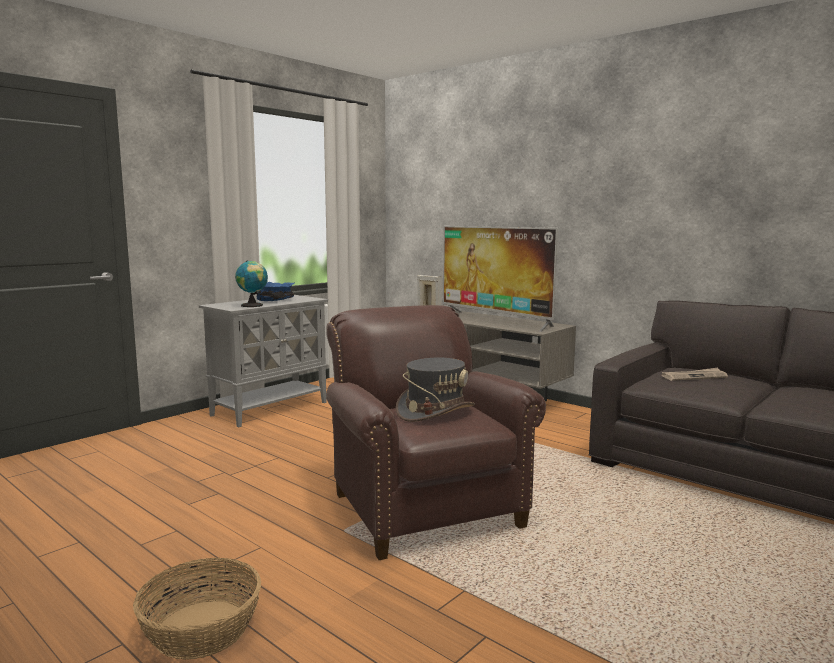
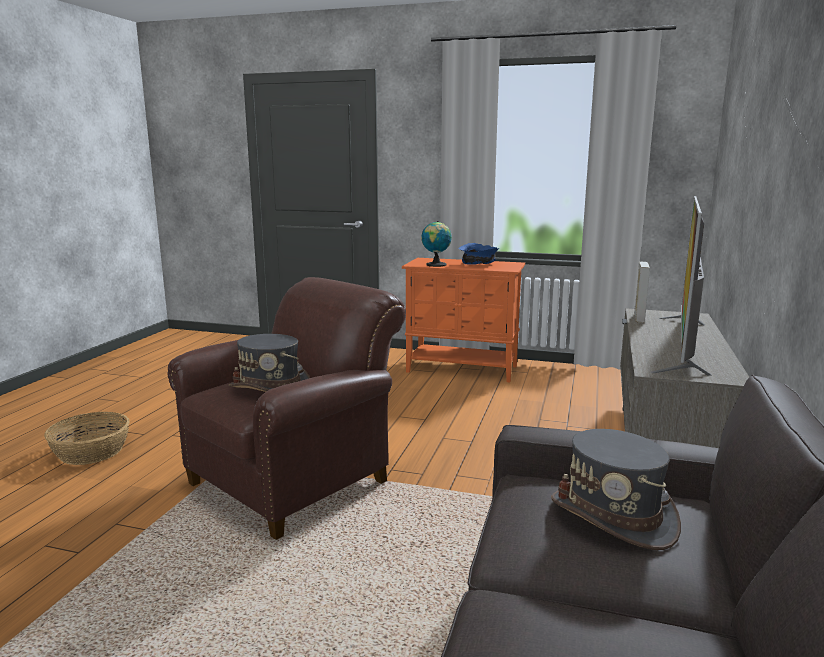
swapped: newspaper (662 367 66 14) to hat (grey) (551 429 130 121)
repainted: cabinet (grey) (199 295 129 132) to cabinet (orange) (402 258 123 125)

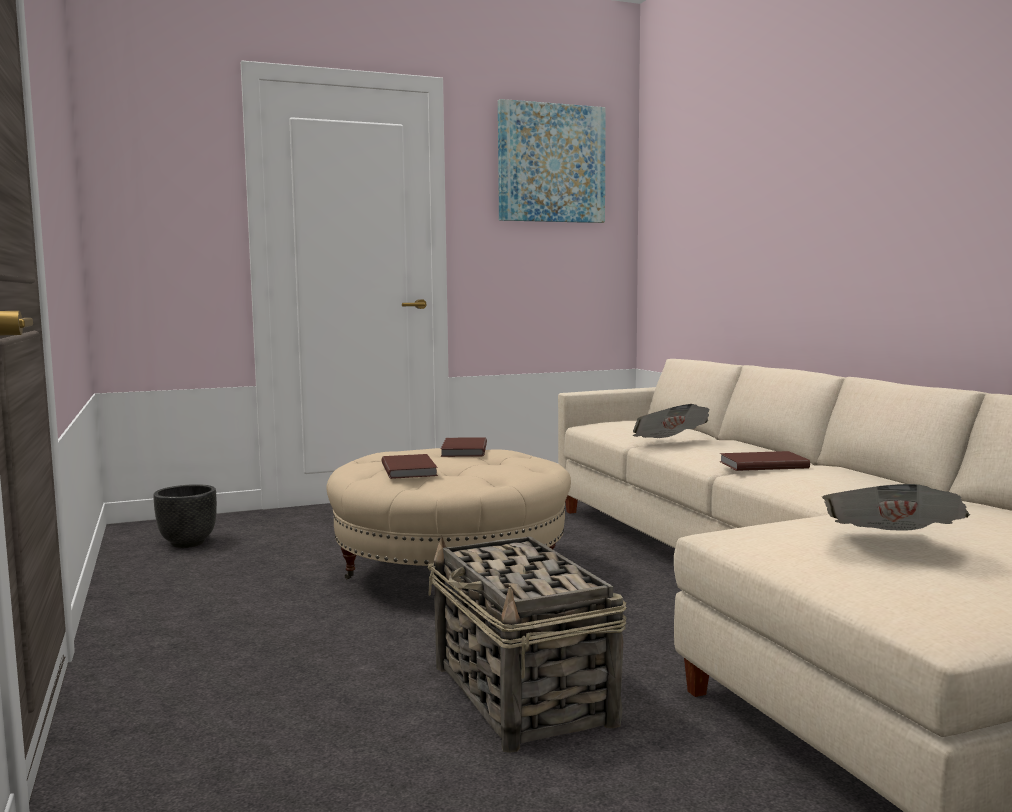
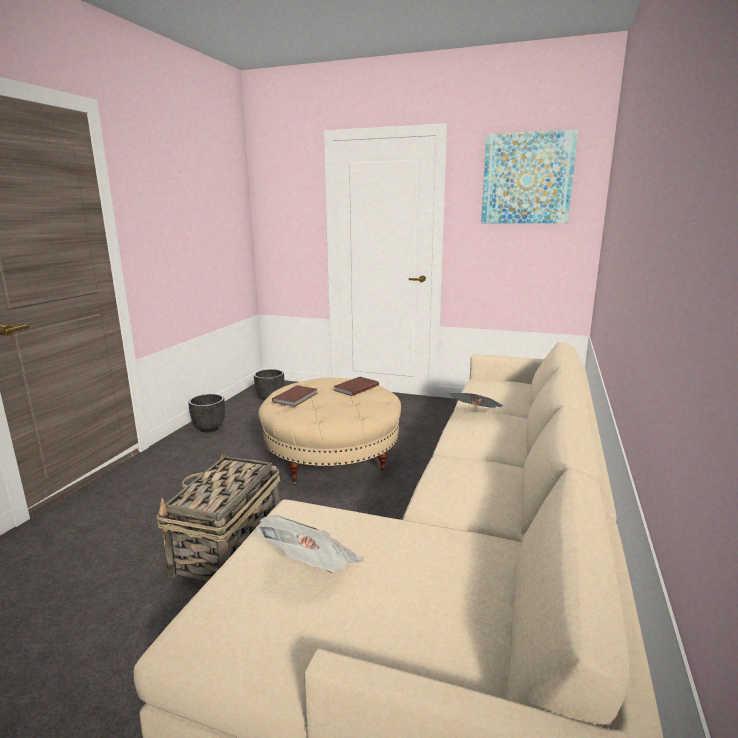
gone: book (brown) (719 451 91 20)
new: planter (black) (188 394 37 38)

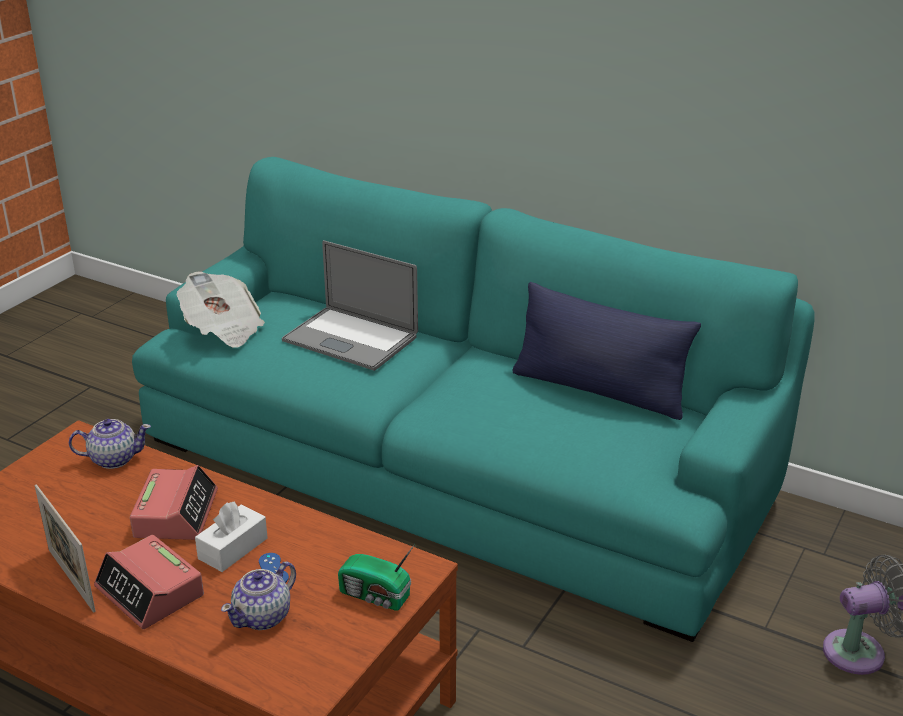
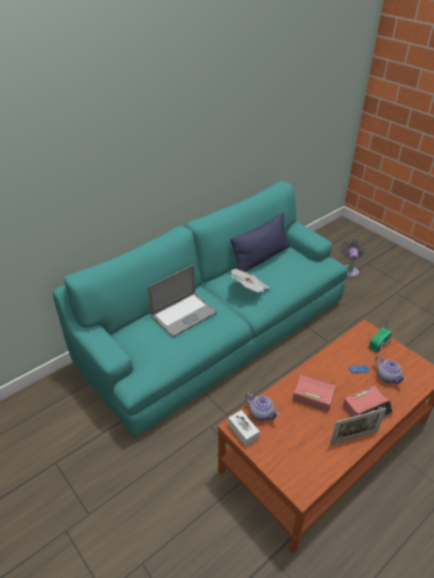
shifted: newspaper (177 271 88 77) to (231 269 39 24); tissue box (white) (195 502 73 70) to (228 410 32 37)
rotated: teapot (69 419 82 50) = (245 393 35 28) 120 degrees clockwise

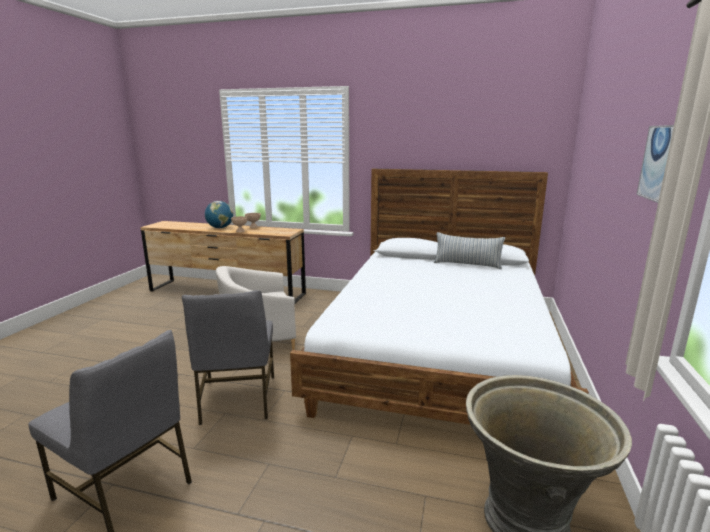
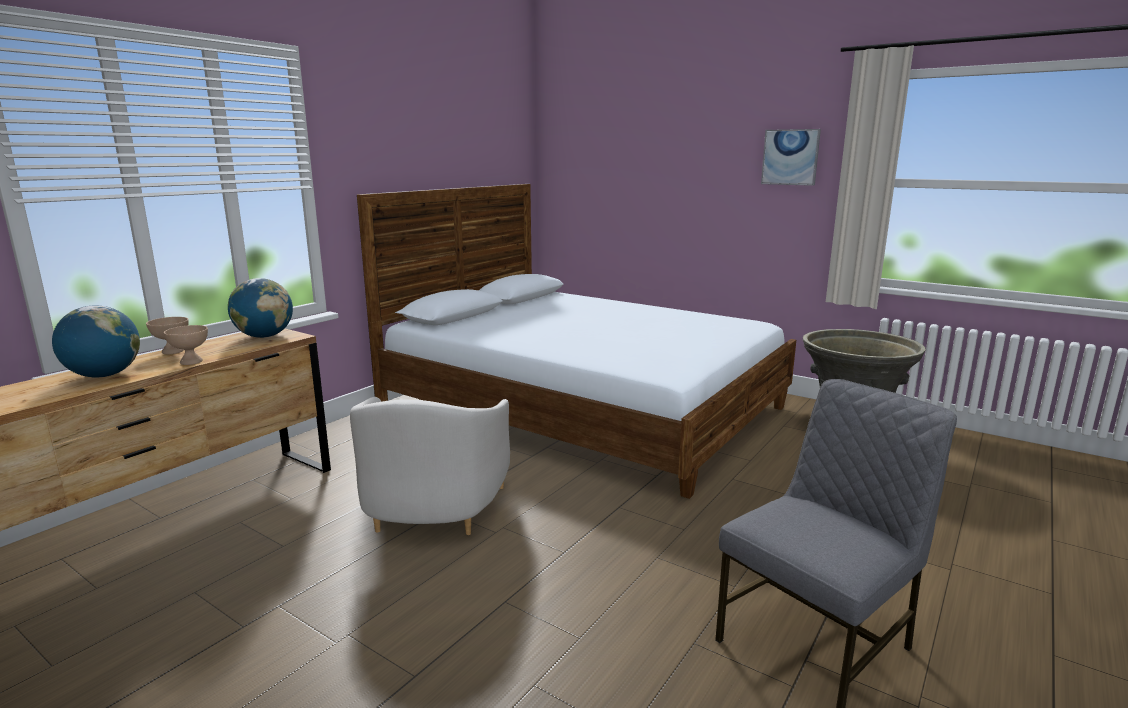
gone: chair (grey) (182 290 92 135); pillow (434 232 71 37)
new: globe (228 278 65 60)

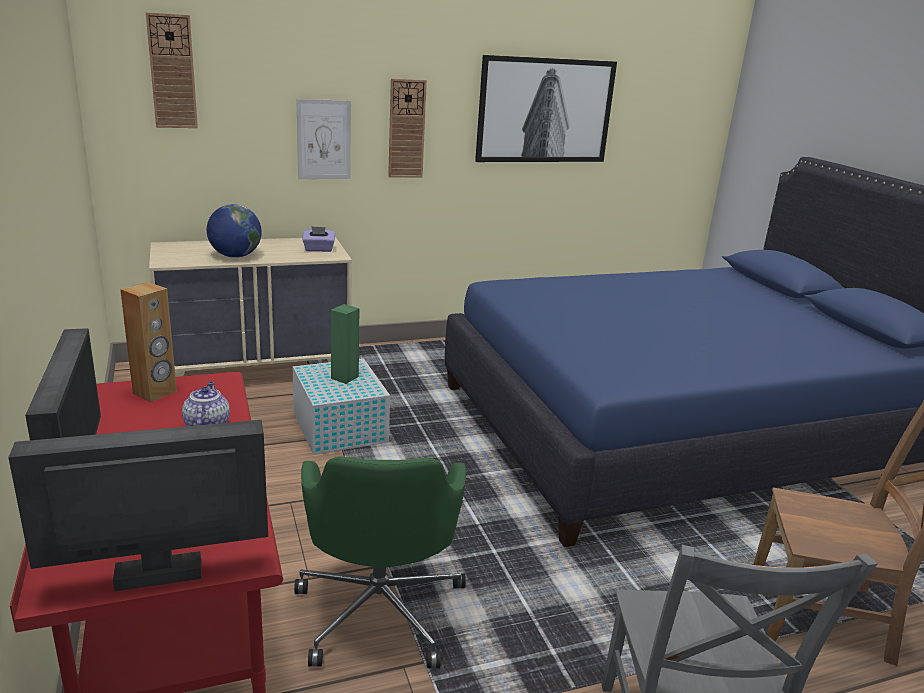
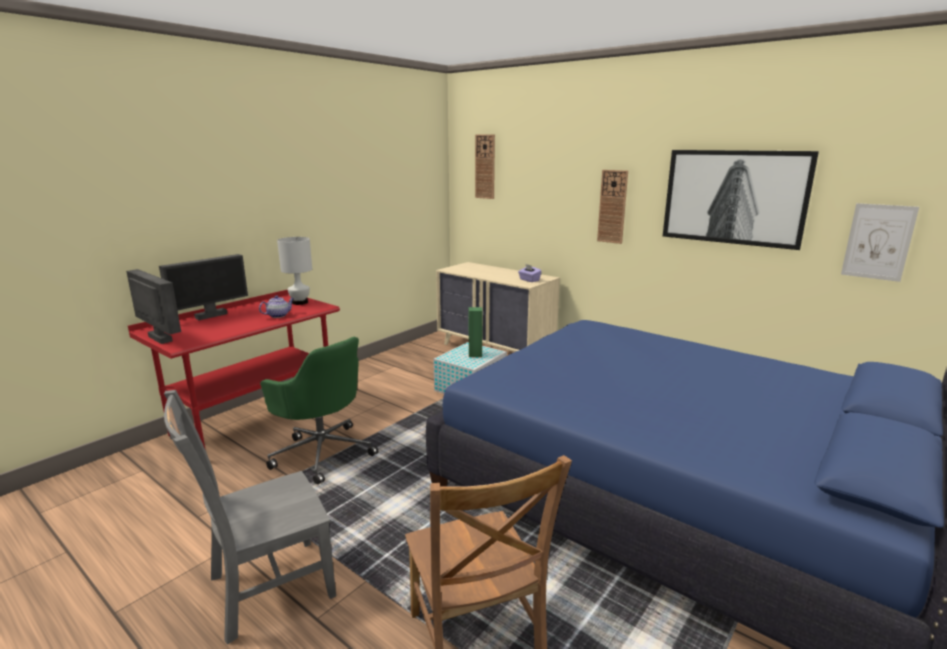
gone: globe (207 204 55 54)
shifted: picture (296 99 55 80) to (841 203 78 79)
swapped: speaker (brown) (120 282 57 120) to table lamp (white) (277 237 35 68)
rotated: office chair (green) (294 456 172 213) = (260 337 118 148) 105 degrees counterclockwise

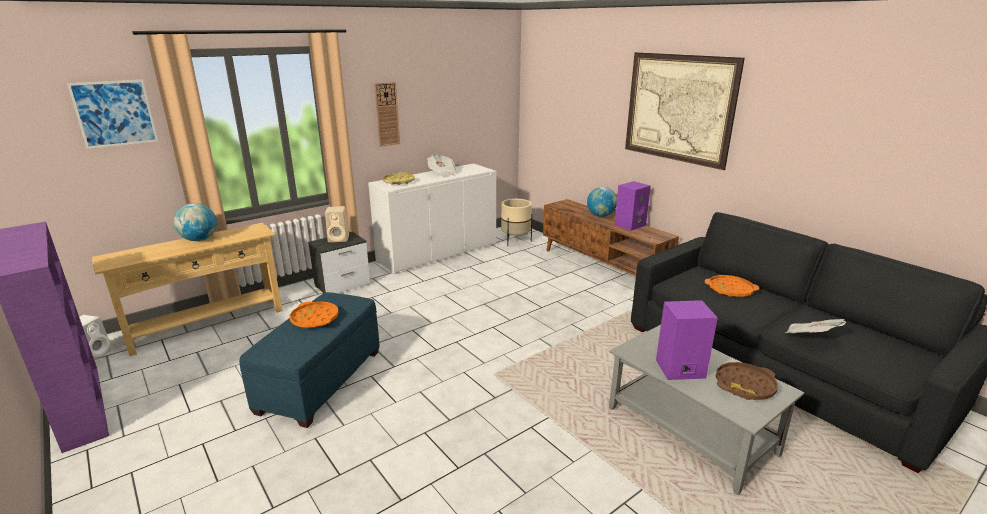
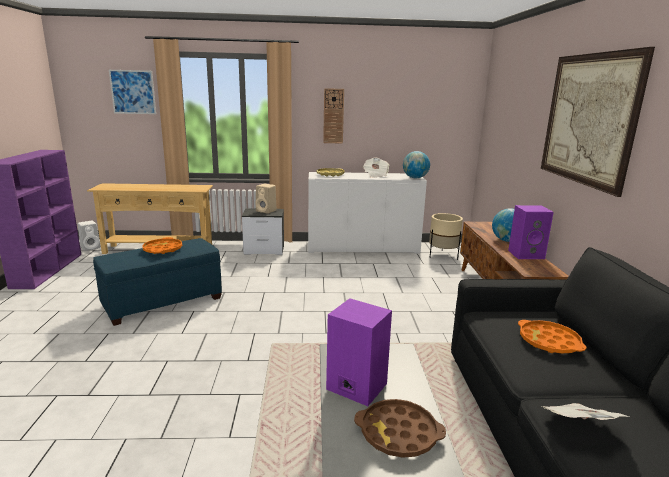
shifted: globe (174 203 43 38) to (403 151 27 27)

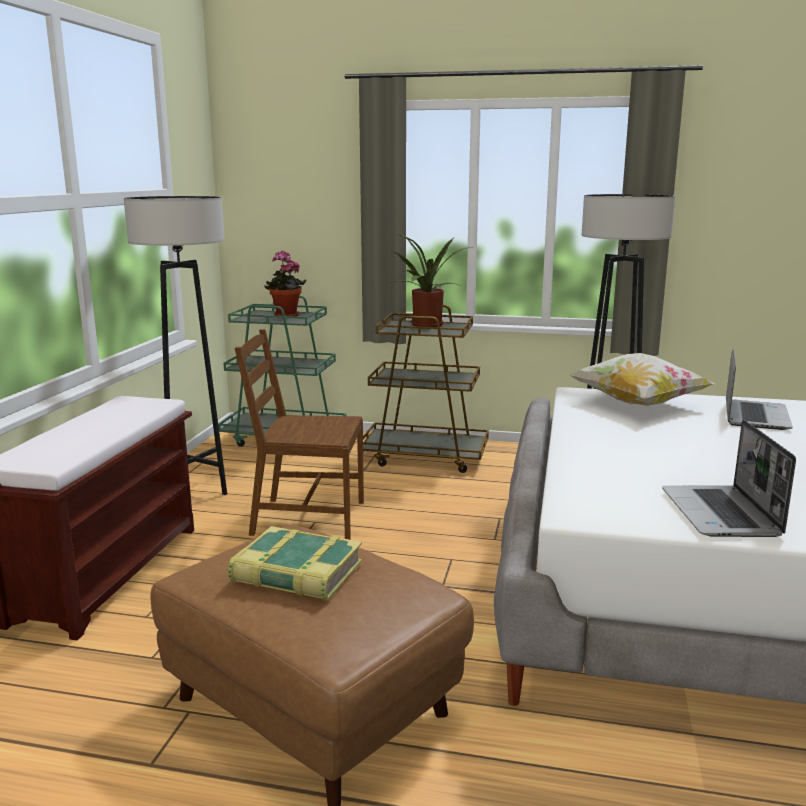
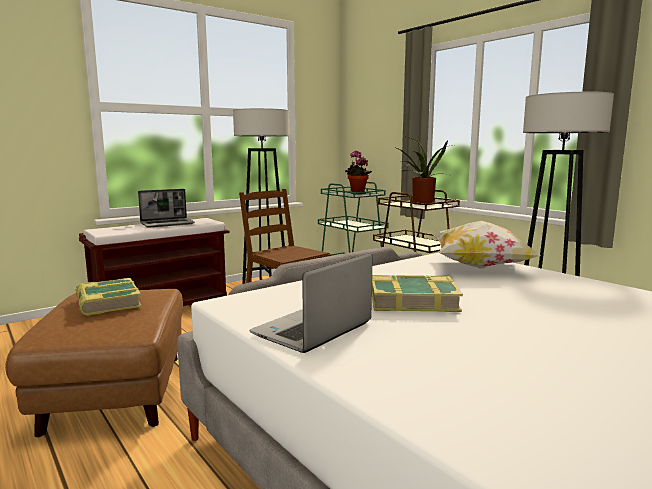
new: book (372 275 91 37)
shifted: laptop (726 350 67 80) to (138 189 57 39)

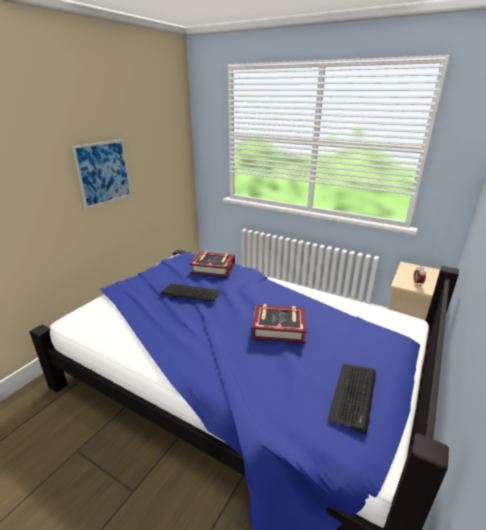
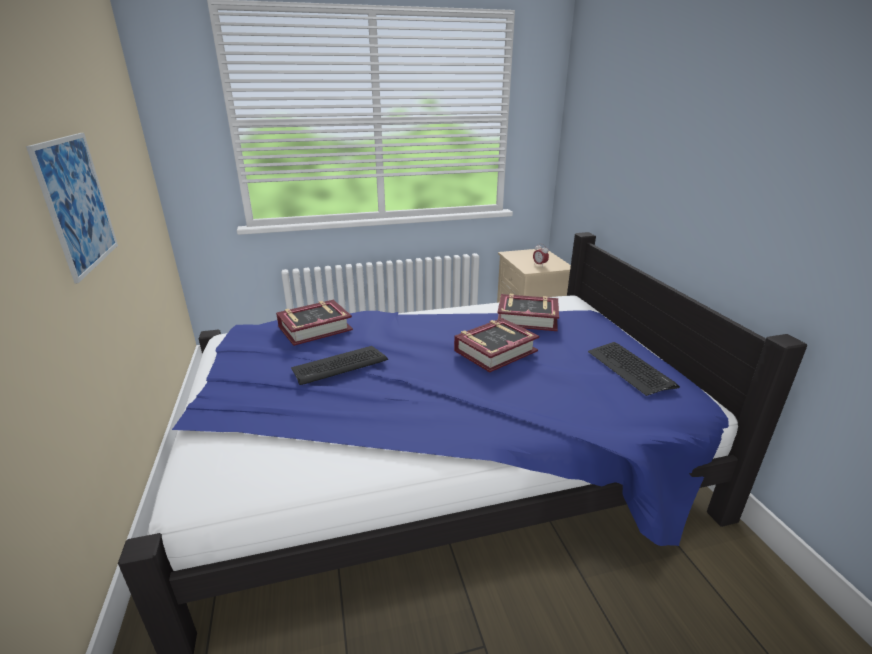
new: book (497 294 62 37)

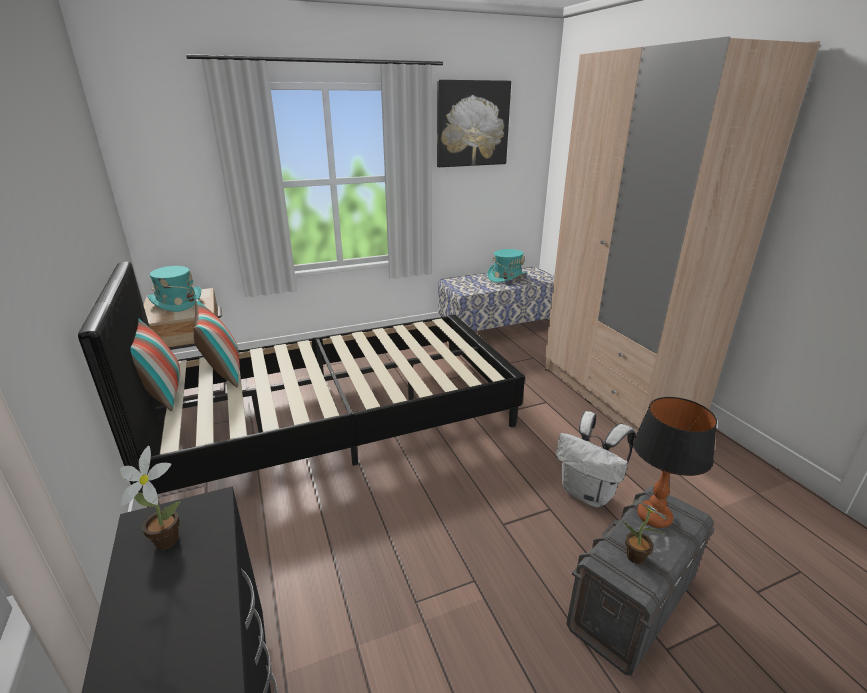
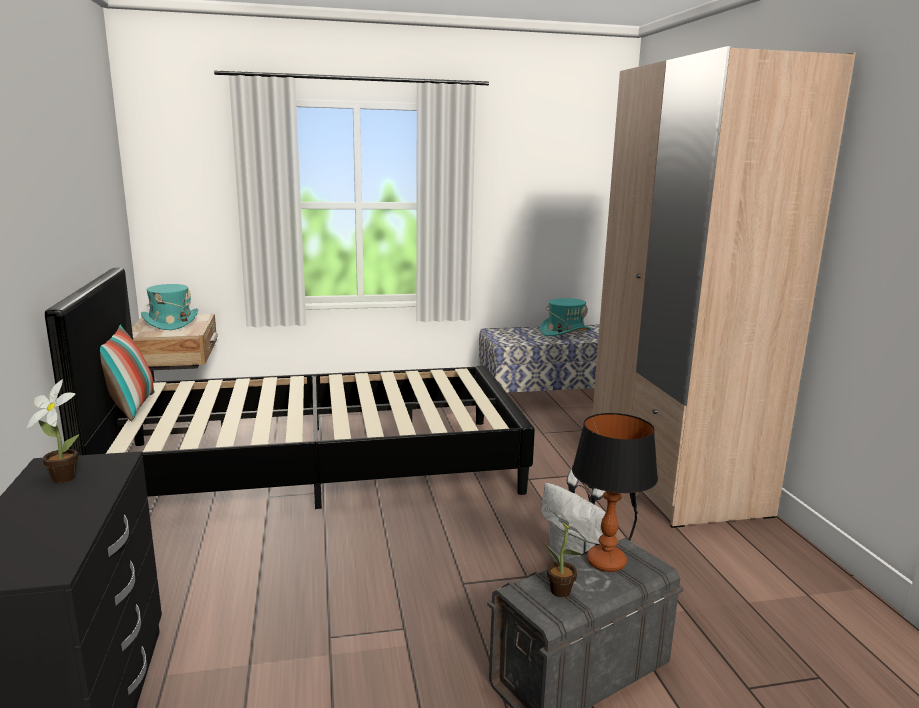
gone: pillow (193 299 47 88); picture (437 80 74 87)

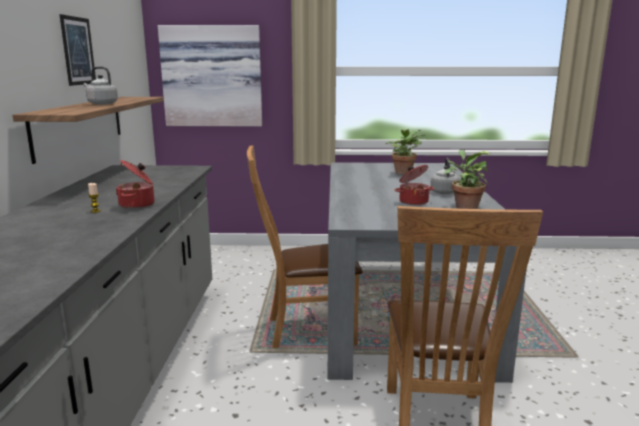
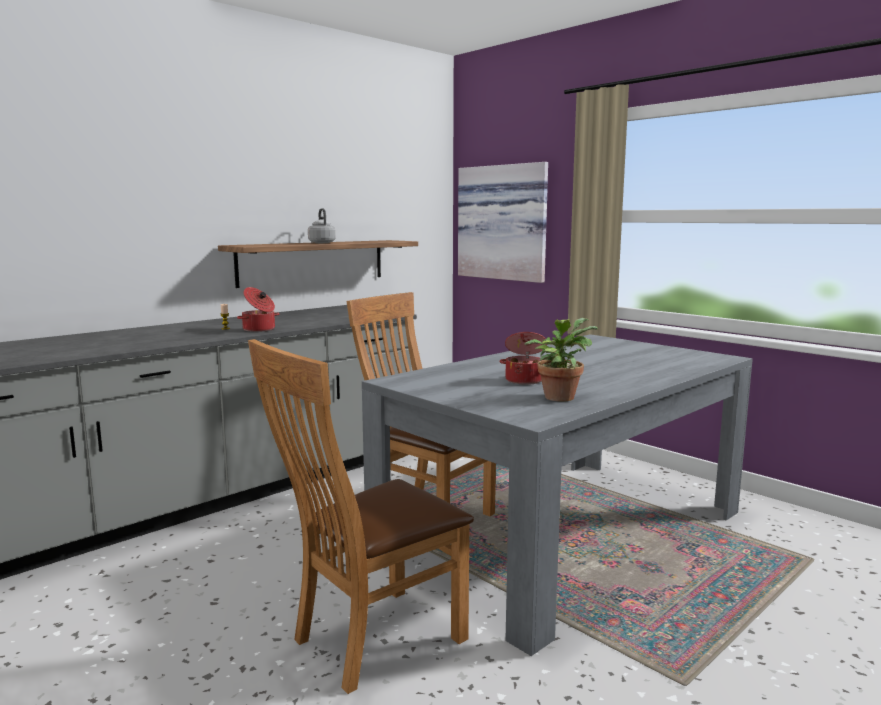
gone: picture (59 14 37 72); potted plant (385 129 40 45); kettle (grey) (430 158 30 36)

